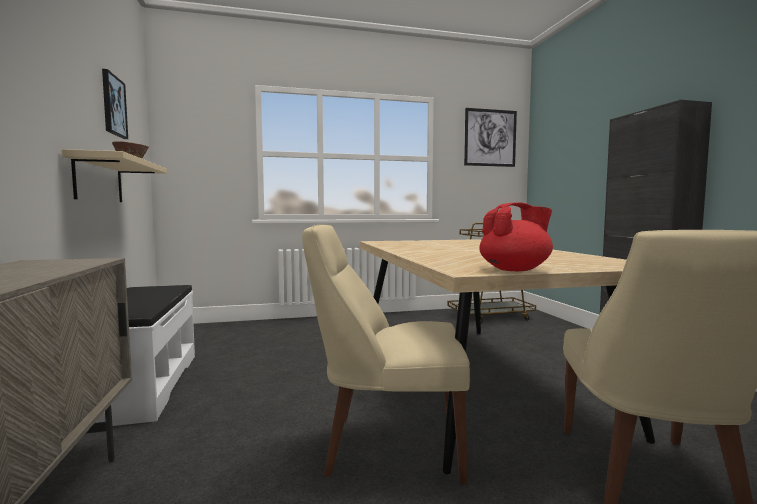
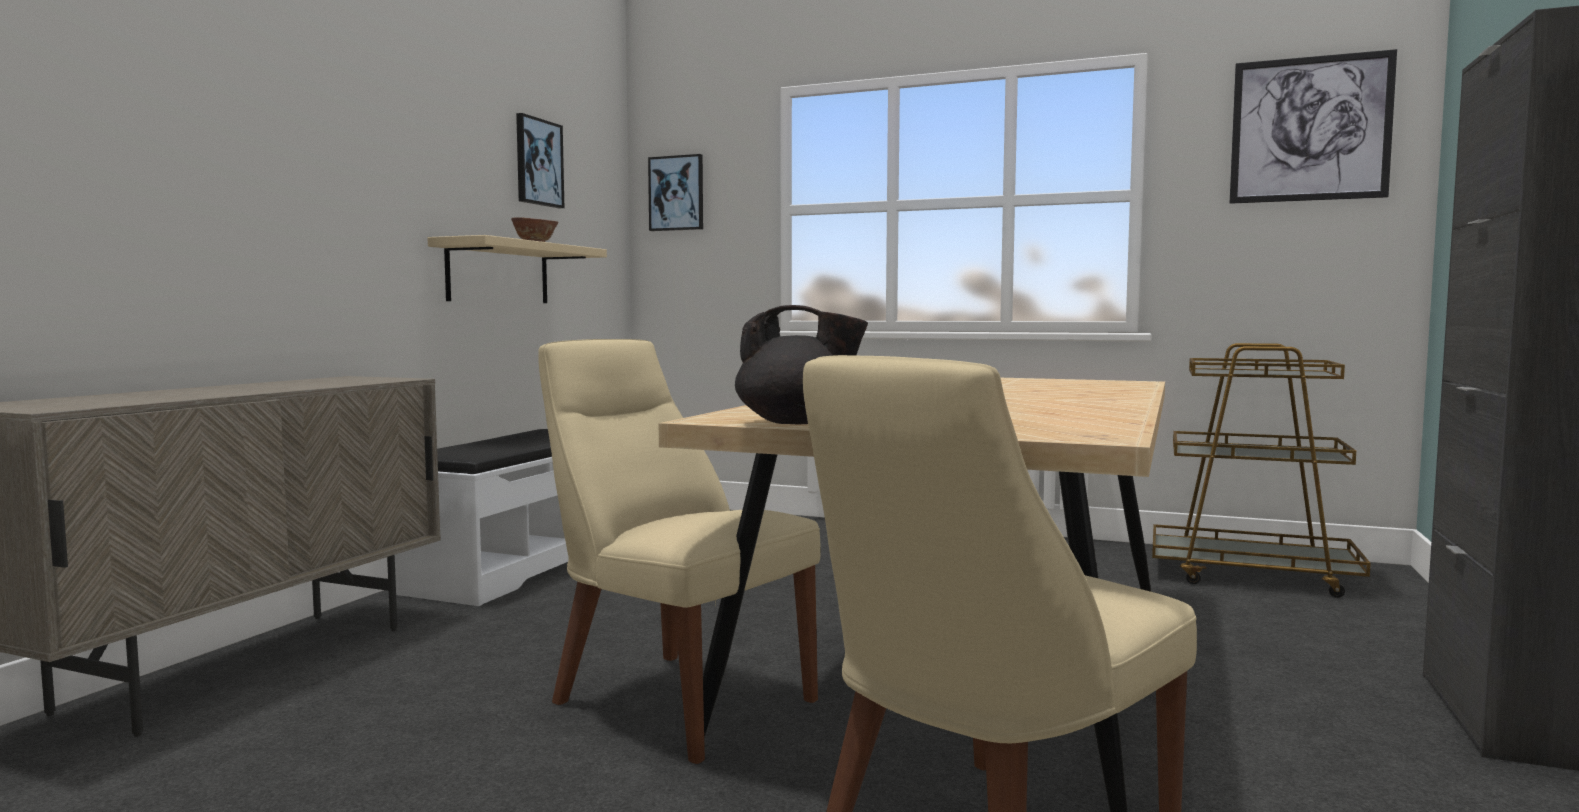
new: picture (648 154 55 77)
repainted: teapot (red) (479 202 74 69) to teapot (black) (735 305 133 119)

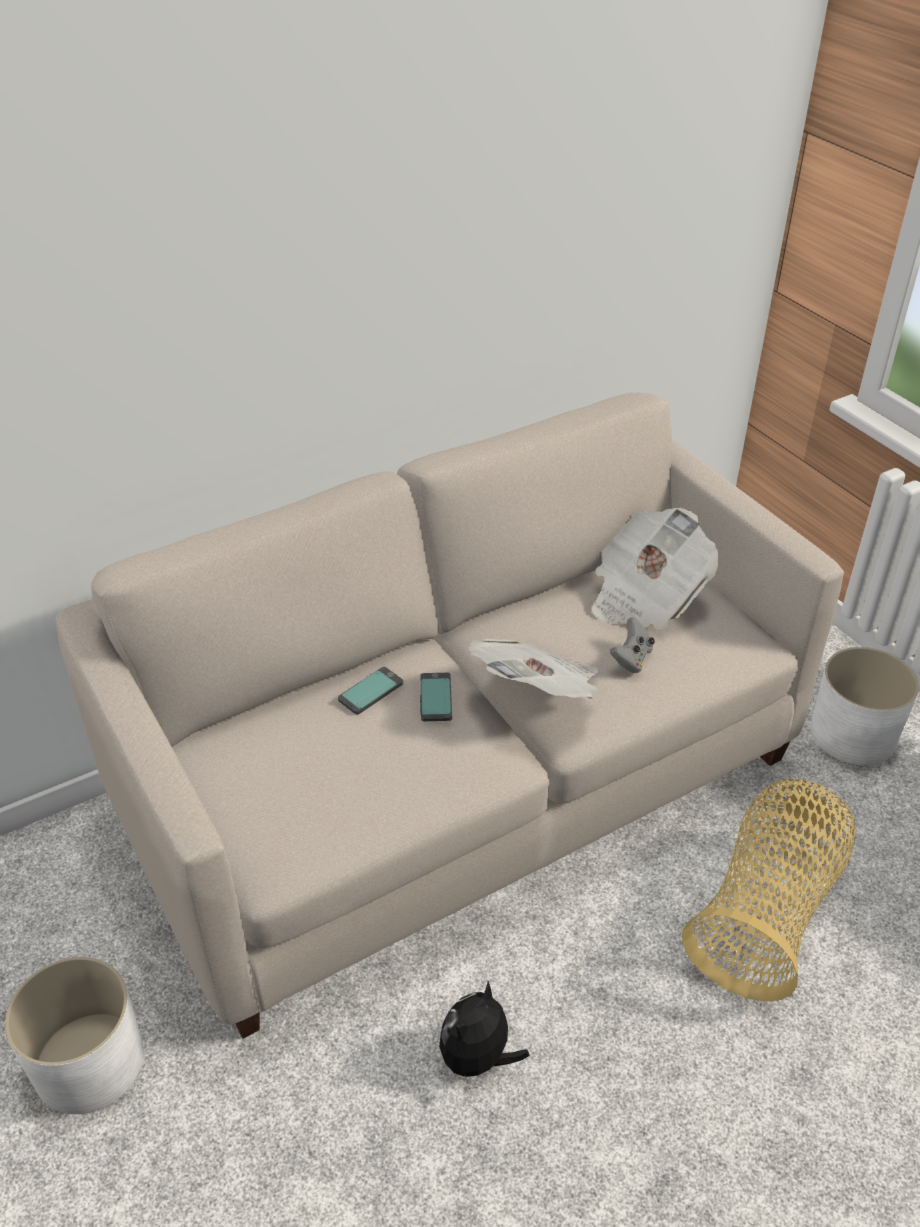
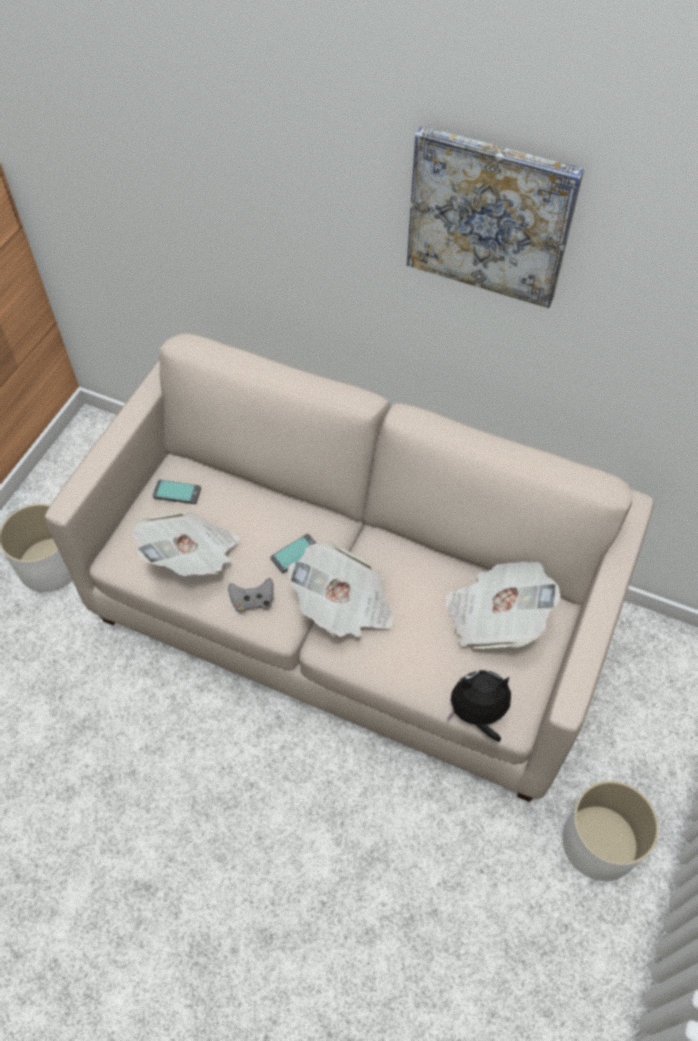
gone: basket (682 779 173 222)
new: newspaper (131 512 110 64); picture (407 126 177 182)
shifted: phone (338 667 65 48) to (153 480 48 24); plush toy (439 981 91 111) to (447 670 64 72); game controller (grey) (610 617 45 56) to (228 578 46 35)

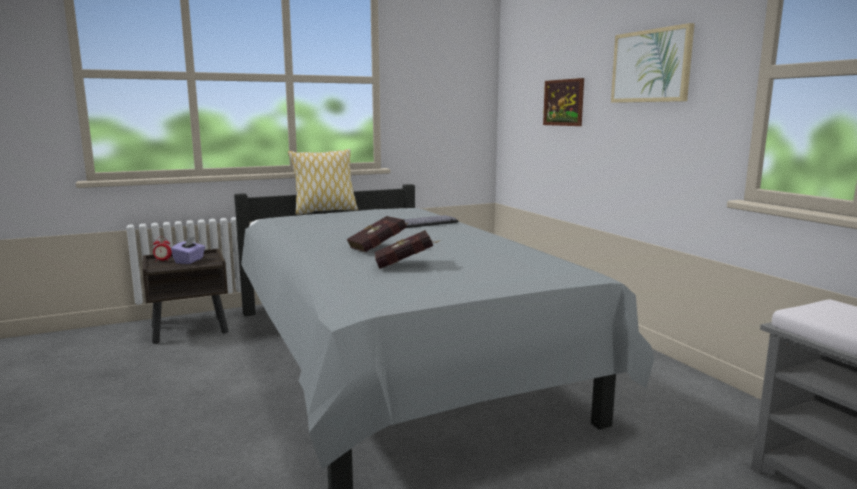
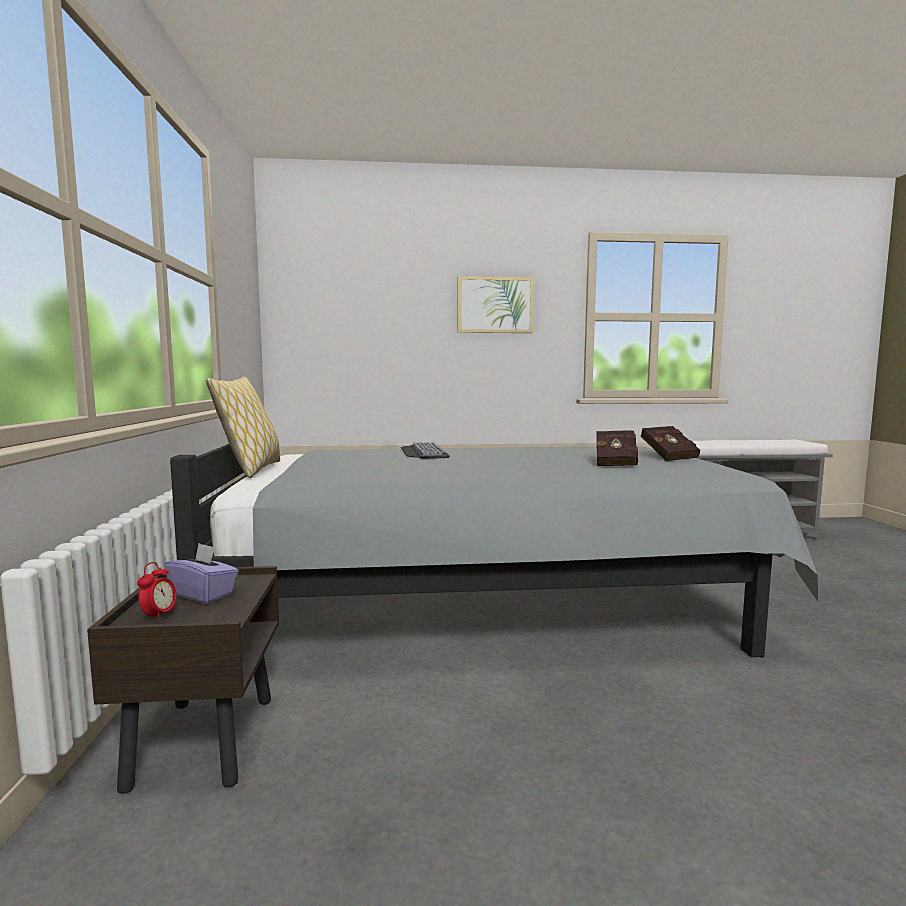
gone: picture (543 78 41 48)
shifted: book (red) (346 216 63 36) to (641 426 59 35)

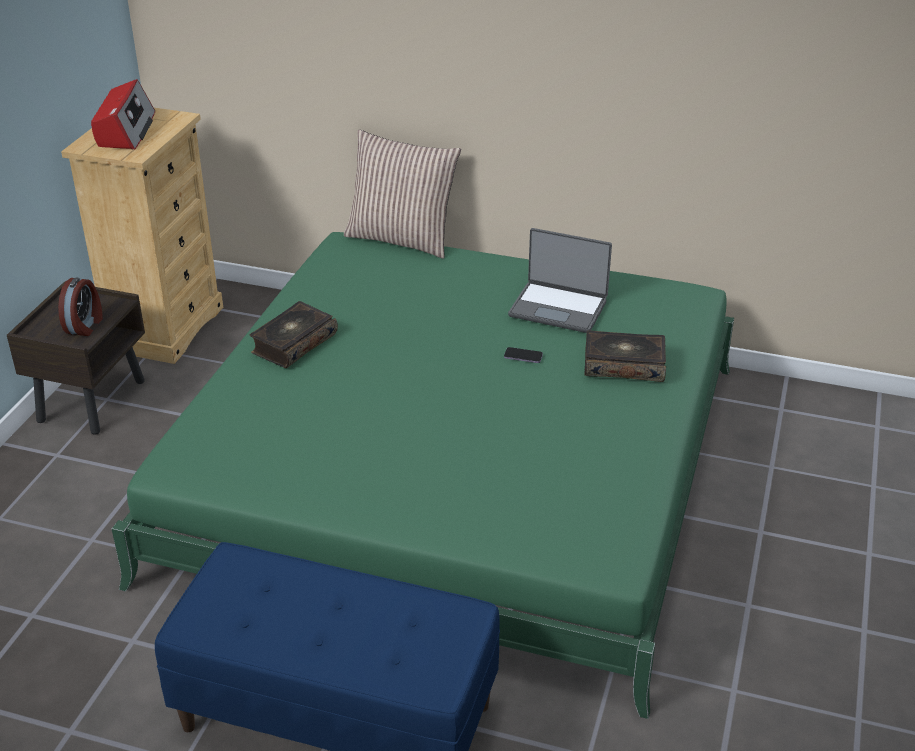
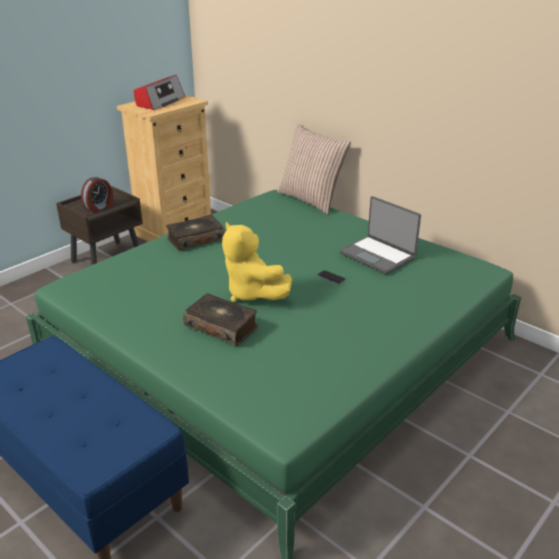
new: plush toy (yellow) (222 222 70 80)
shifted: book (584 330 82 52) to (183 293 75 53)

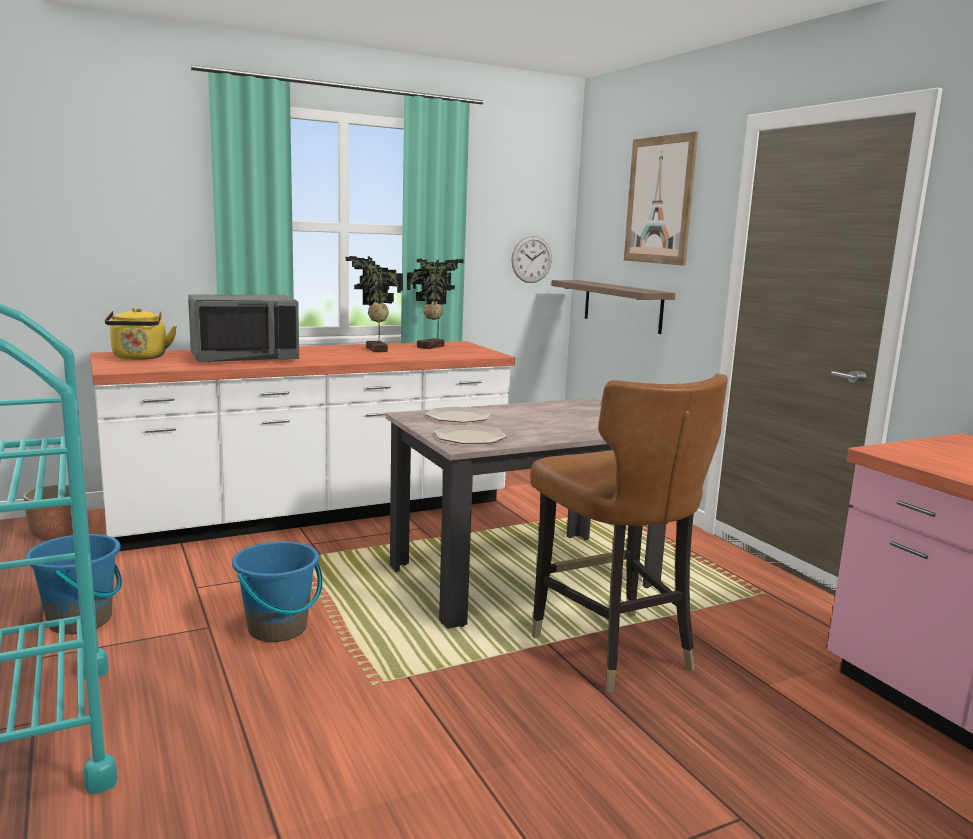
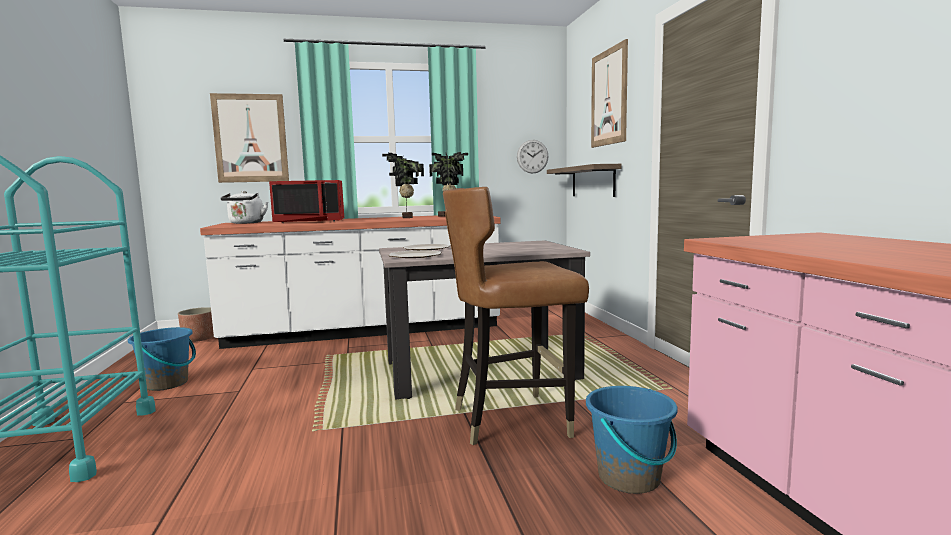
new: picture (210 93 79 90)
shifted: bucket (blue) (232 541 91 101) to (586 386 92 108)
repainted: kettle (yellow) (105 308 72 52) to kettle (white) (220 191 48 33); microwave (grey) (188 294 111 68) to microwave (red) (269 180 75 43)
rotated: chair (brown) (530 373 198 319) = (443 187 146 258) 90 degrees clockwise

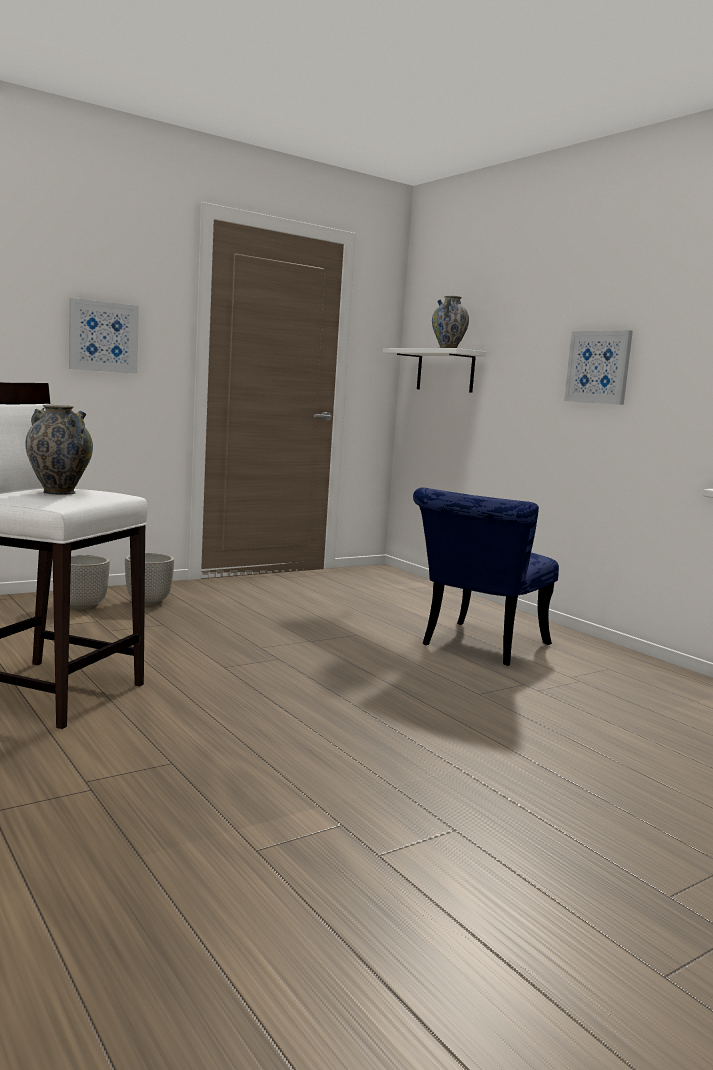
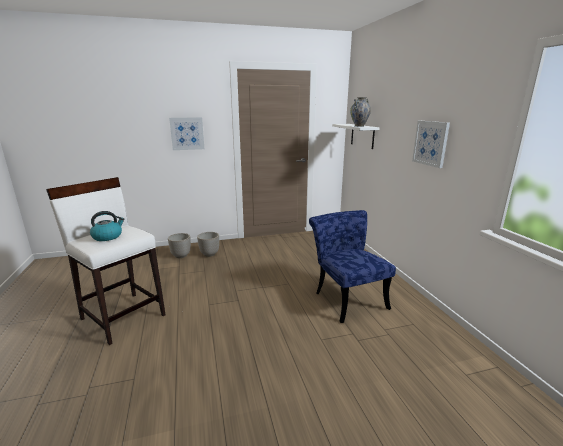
swapped: vase (26 405 67 90) to kettle (90 211 35 30)
rotated: chair (blue) (413 488 146 178) = (309 210 87 113) 105 degrees clockwise

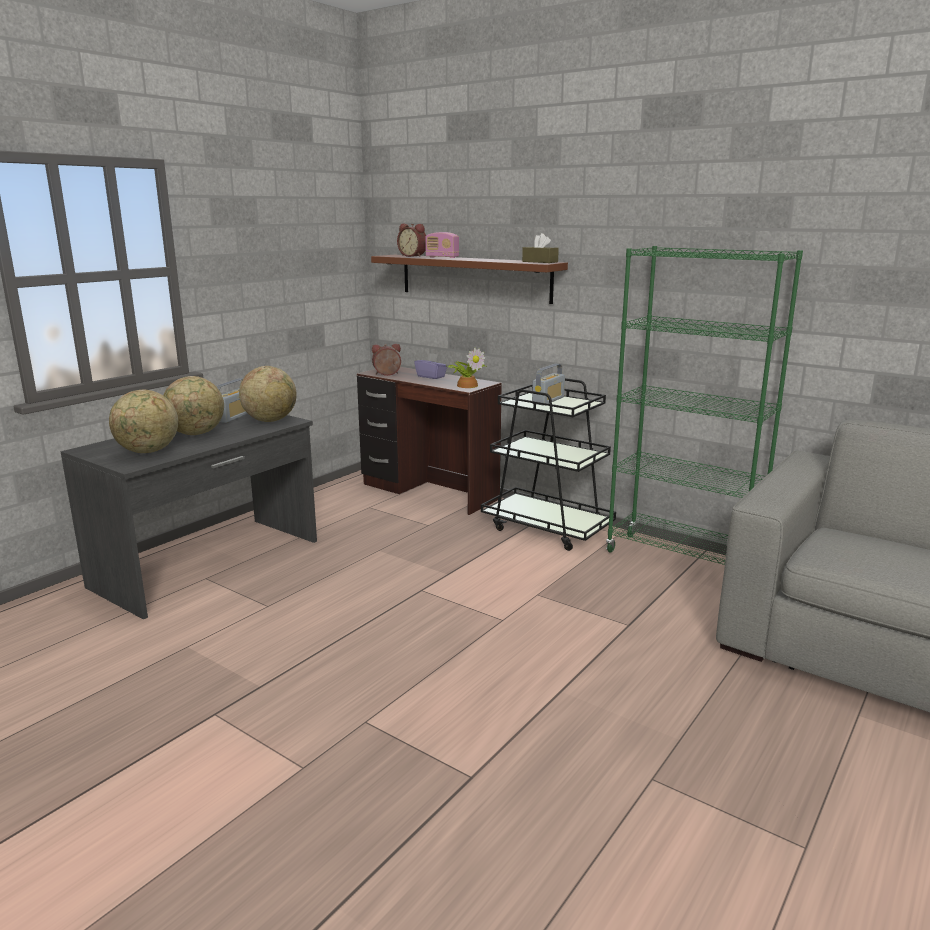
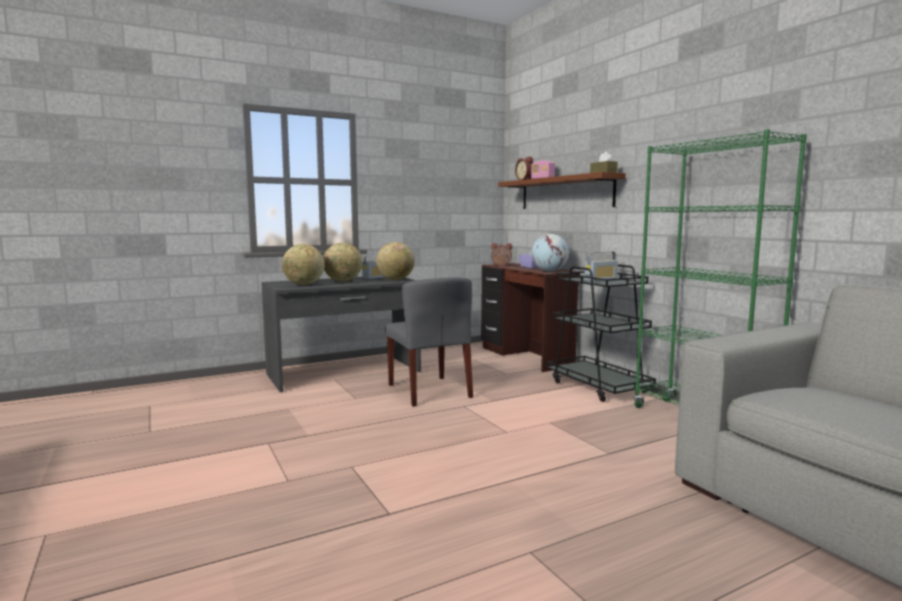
new: chair (grey) (385 277 88 130)
swapped: potted plant (448 348 39 40) to globe (531 234 38 37)

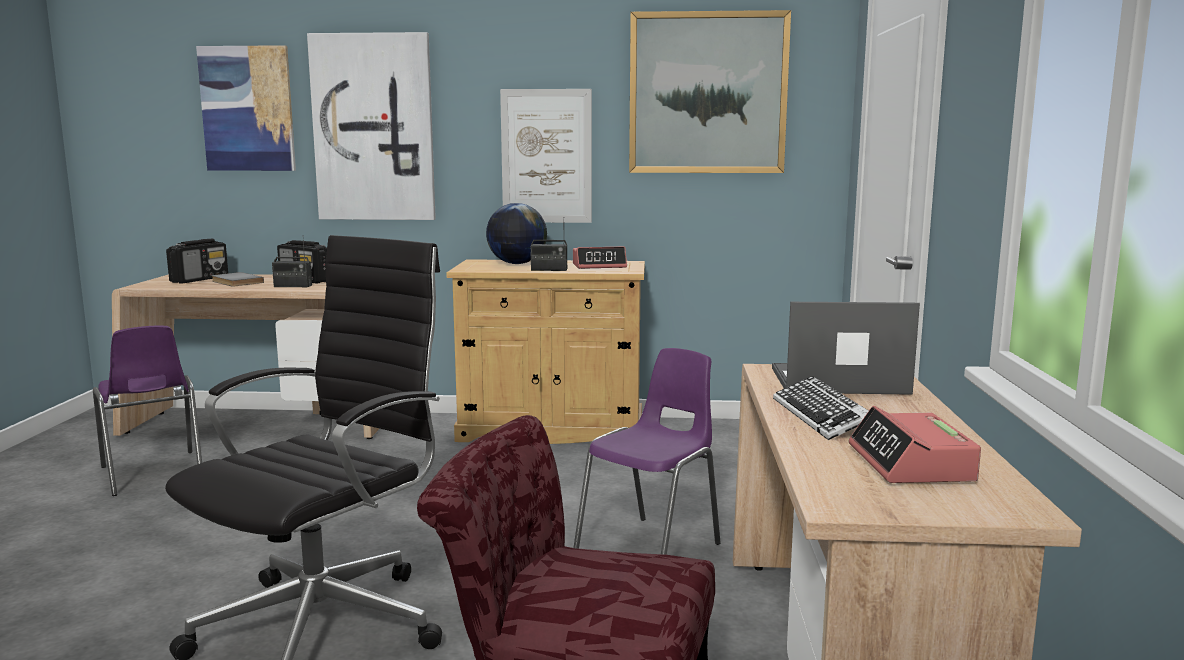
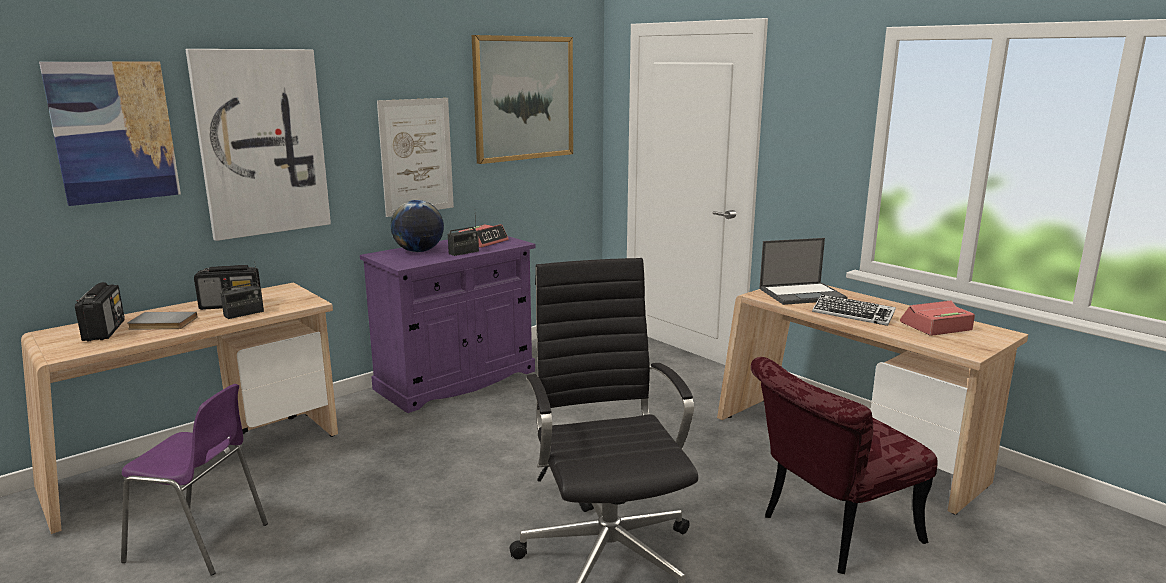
gone: chair (purple) (573 348 148 207)
repainted: cabinet (beige) (447 259 198 185) to cabinet (purple) (360 236 175 177)
rotated: laptop (772 302 148 93) = (759 238 88 67) 150 degrees counterclockwise; alarm clock (849 406 132 77) = (900 300 75 36) 120 degrees clockwise

